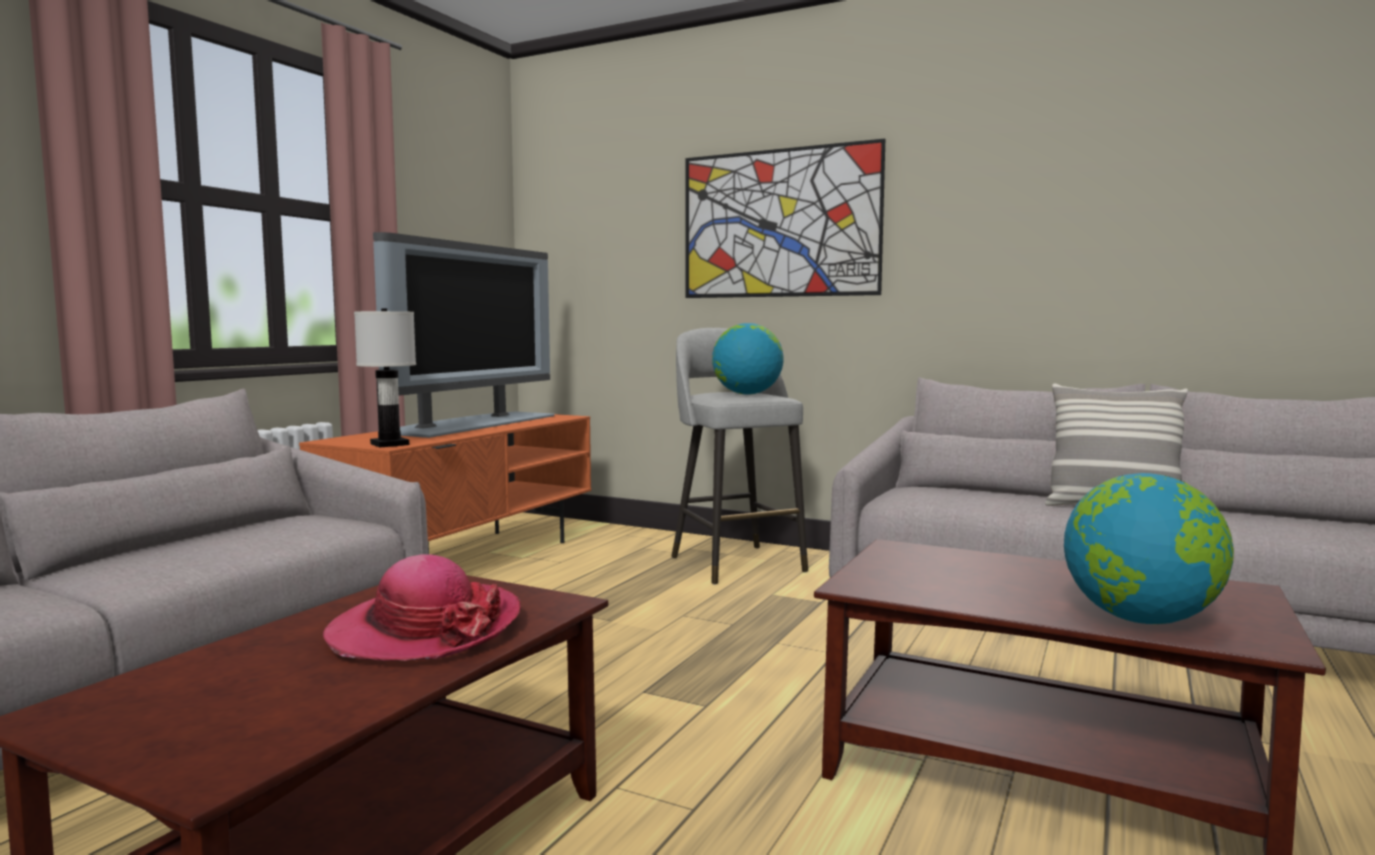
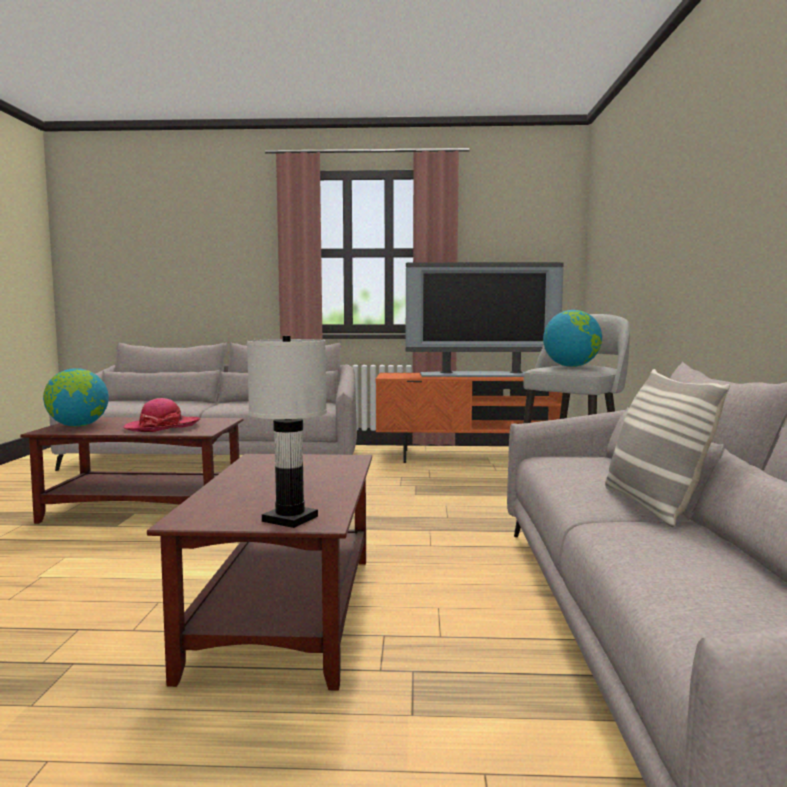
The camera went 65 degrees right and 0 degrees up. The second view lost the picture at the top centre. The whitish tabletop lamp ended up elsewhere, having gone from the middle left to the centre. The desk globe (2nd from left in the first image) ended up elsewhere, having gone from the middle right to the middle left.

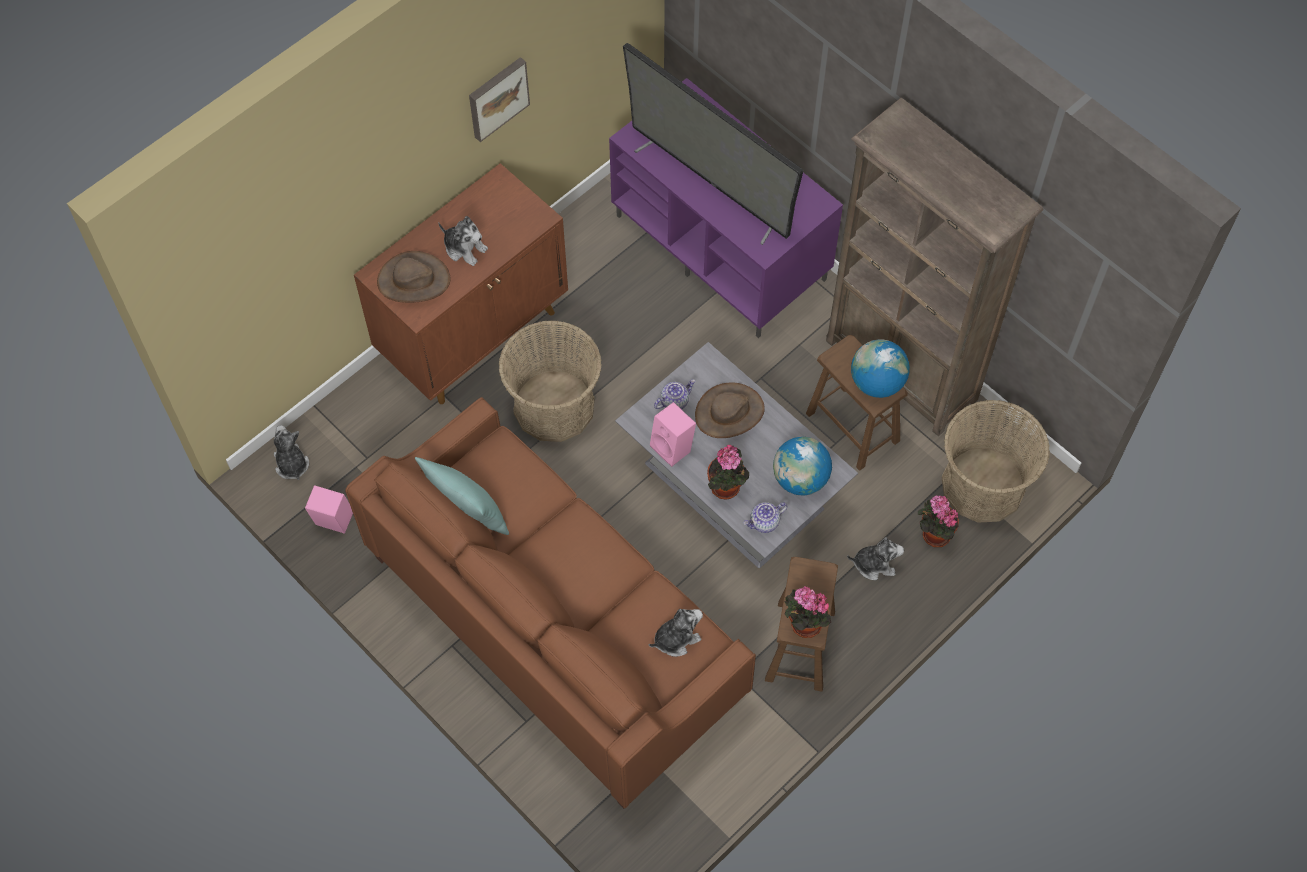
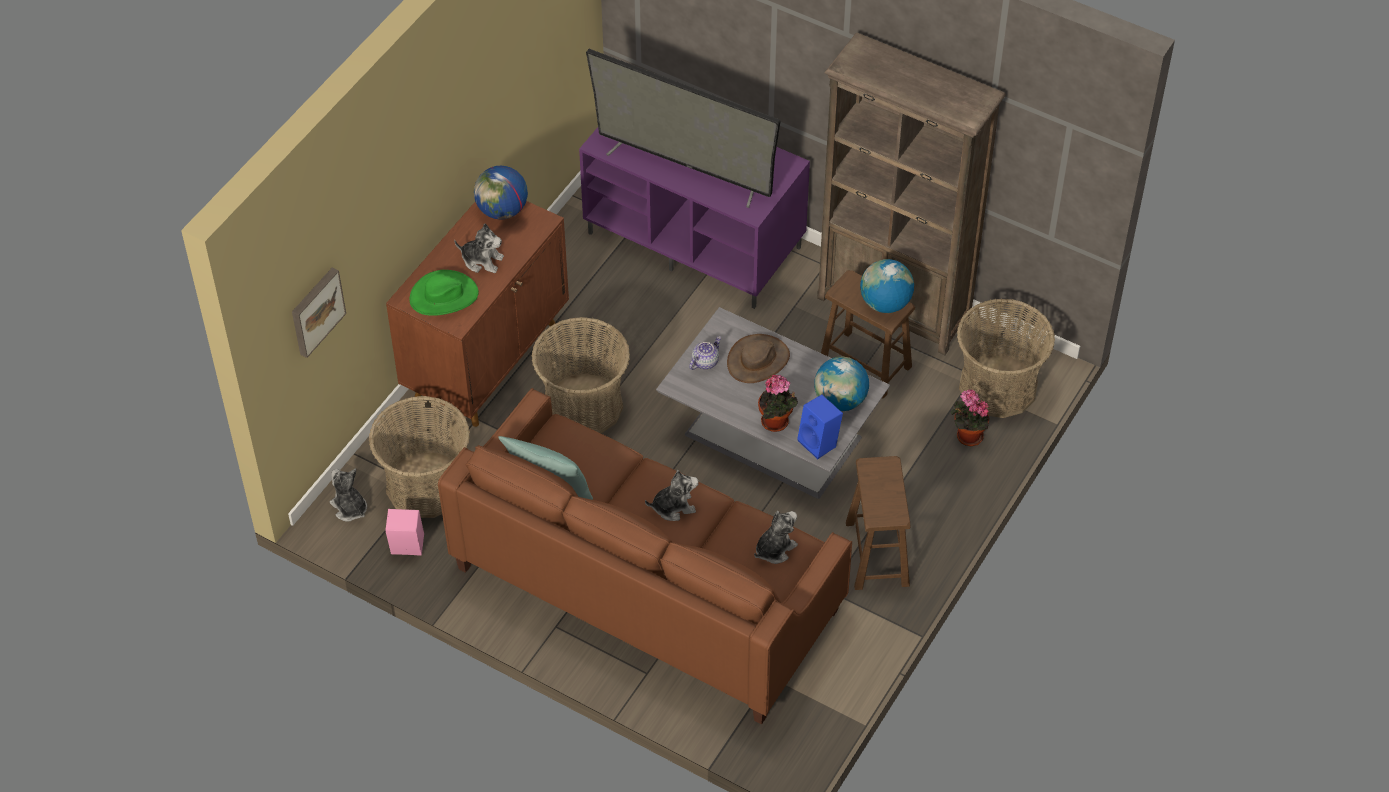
The camera went 15 degrees left and 10 degrees down. The picture ended up elsewhere, having gone from the top centre to the middle left. What was the brown-coloured hat (1st from left) at the top left turned into the green-coloured hat at the middle left. The second view lost the pink-coloured speaker (2nd from left) at the centre. Where the tea pot (2nd from left) stood at the centre, the bluish speaker came to stand at the centre. The soft toy (4th from left in the first image) ended up elsewhere, having gone from the middle right to the centre. The second view lost the houseplant (2nd from left) at the bottom centre. The second view gained the desk globe (1st from left) at the top centre. The second view gained the storage basket (1st from left) at the middle left.

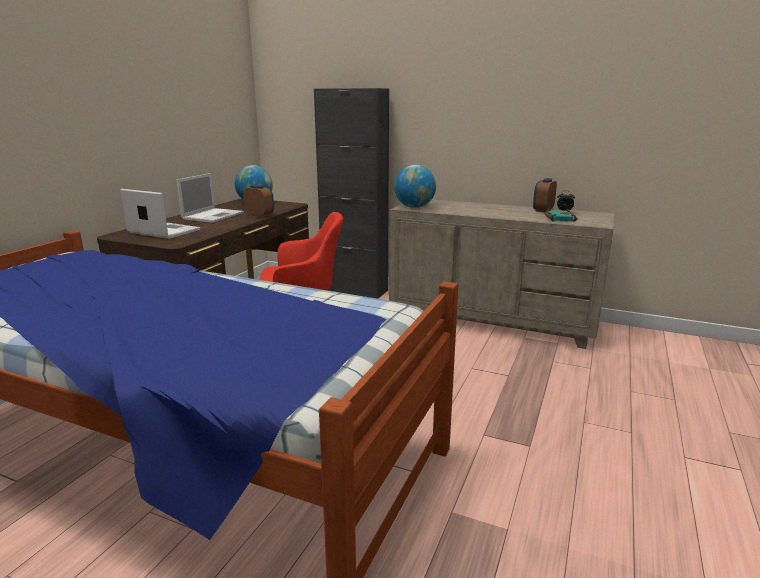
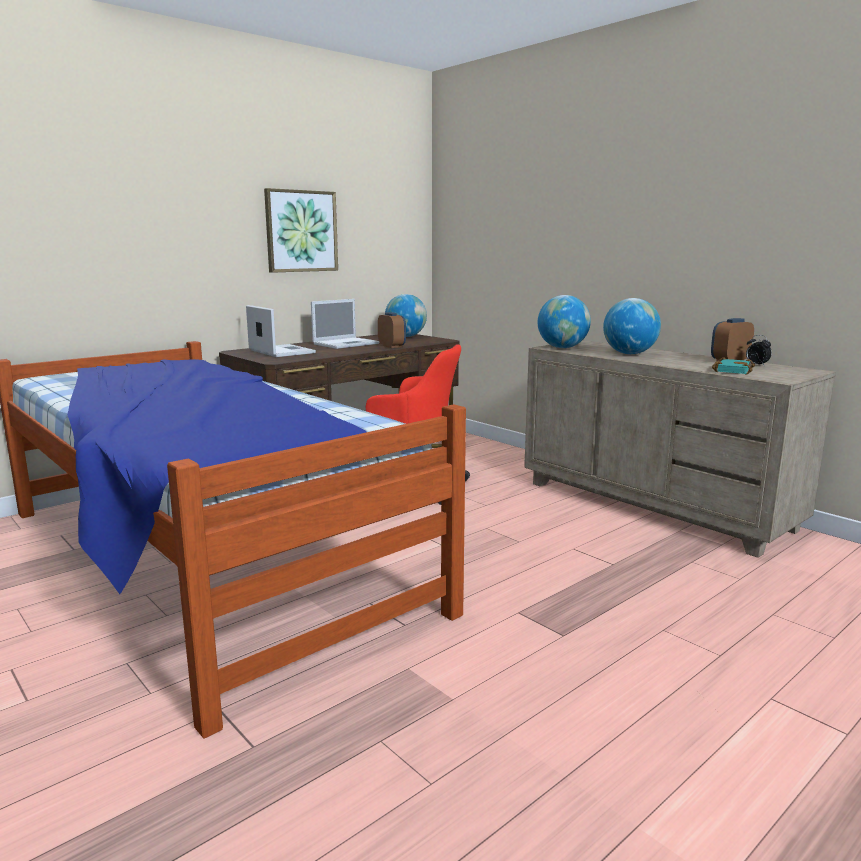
The camera went 25 degrees right and 5 degrees down. The second view lost the blackish cupboard at the centre. The second view gained the picture at the top centre. The second view gained the desk globe (3rd from left) at the middle right.

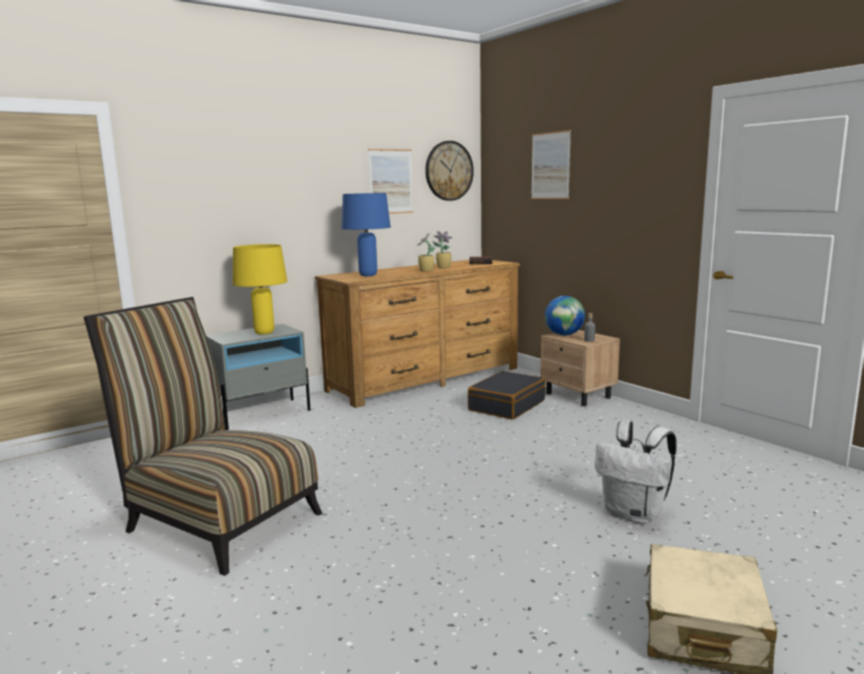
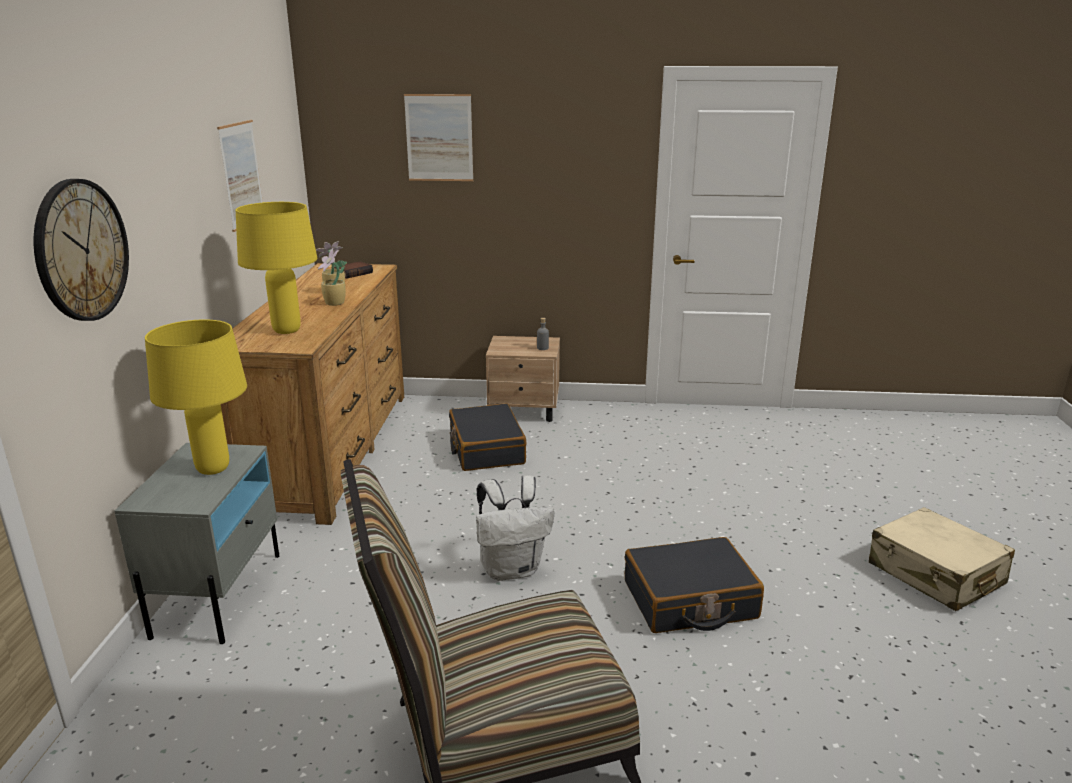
The camera went 50 degrees left and 10 degrees up. The wall clock ended up elsewhere, having gone from the top centre to the top left. What was the bluish tabletop lamp at the centre turned into the yellow-coloured tabletop lamp (2nd from left) at the middle left. The second view lost the desk globe at the centre. The whitish knapsack ended up elsewhere, having gone from the bottom right to the bottom centre. The second view gained the blackish piece of luggage (2nd from left) at the bottom centre.

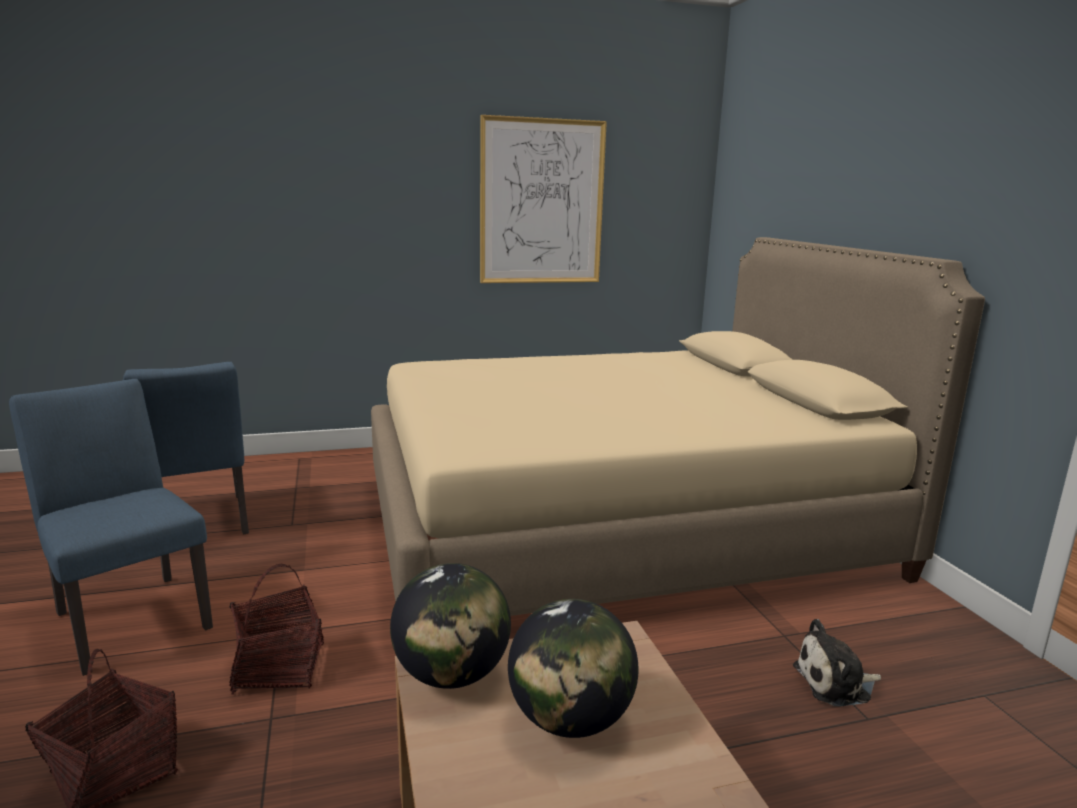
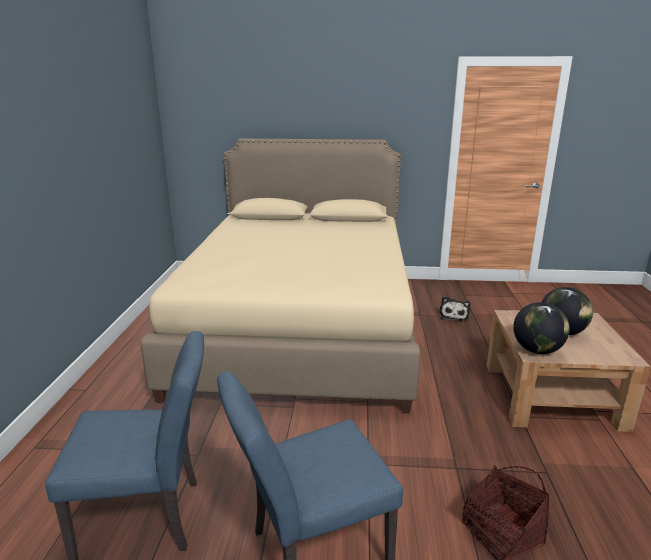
The camera went 70 degrees left and 5 degrees up. The second view lost the picture at the top centre. The second view lost the storage basket (2nd from left) at the bottom left.

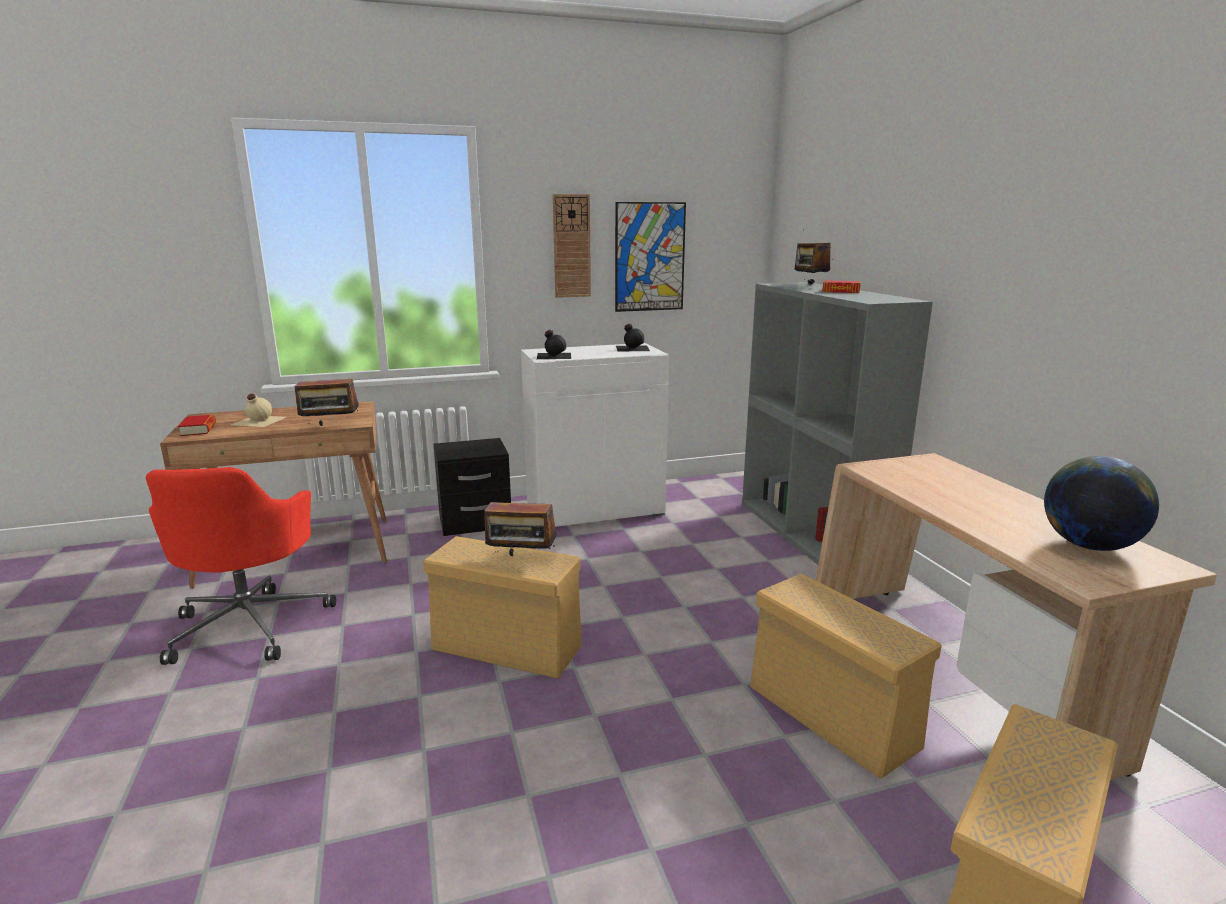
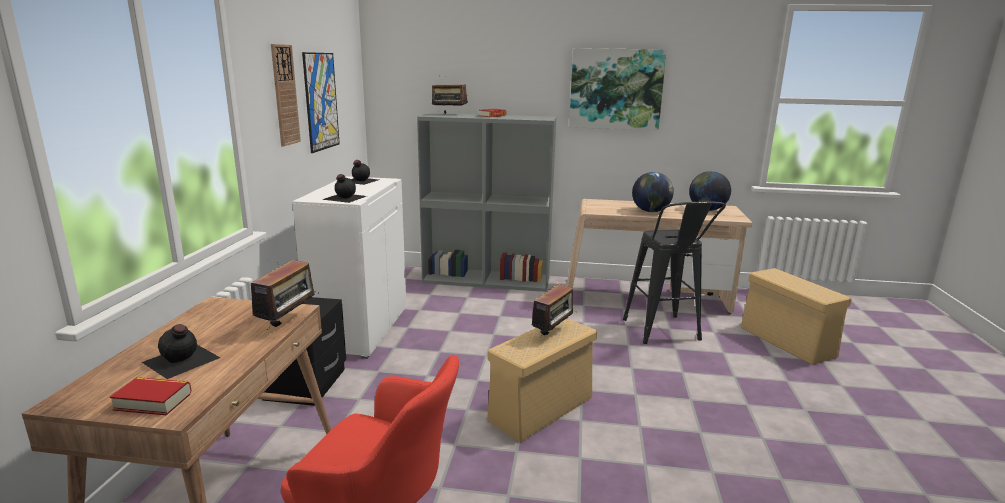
The camera went 65 degrees left and 0 degrees up. What was the sand-coloured bottle at the middle left turned into the blackish bottle (1st from left) at the bottom left. Where the sand-coloured storage container (2nd from left) stood at the bottom right, the blackish sitting stool came to stand at the middle right. The second view gained the picture (2nd from left) at the top centre. The second view gained the desk globe (1st from left) at the centre.

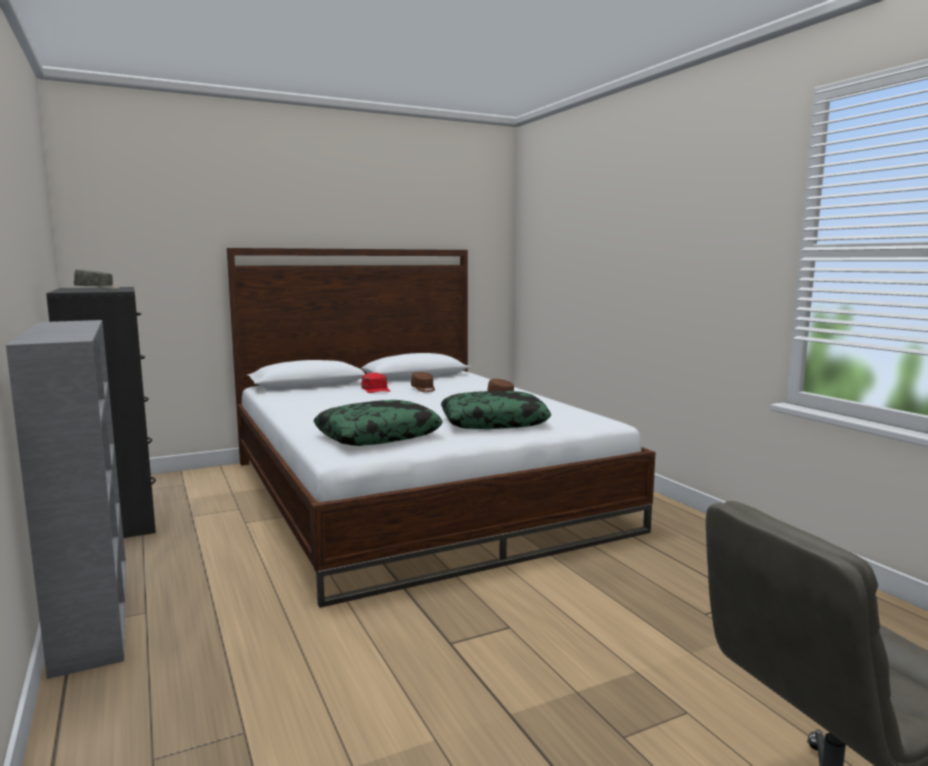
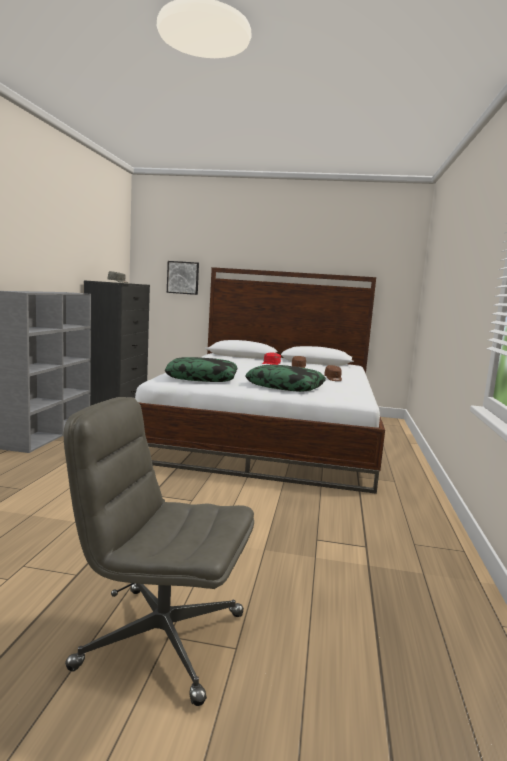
The camera went 35 degrees right and 0 degrees up. The second view gained the picture at the centre.

